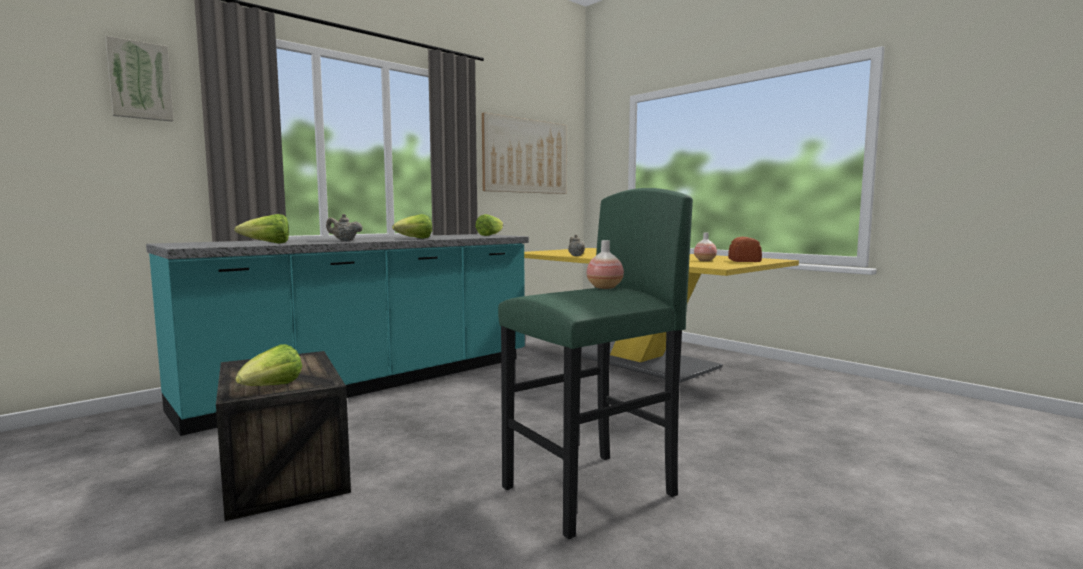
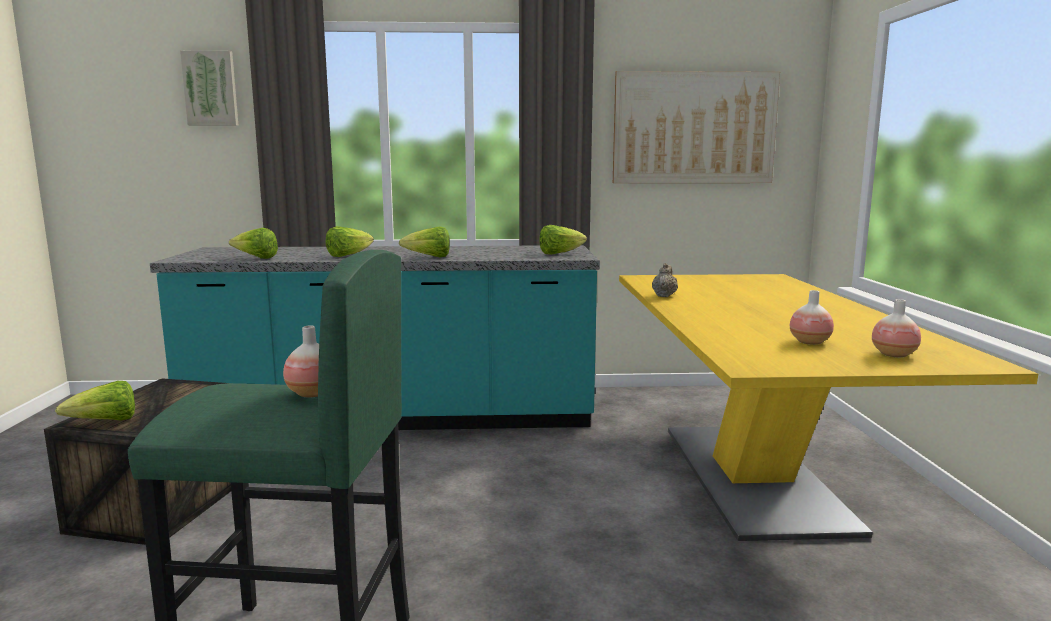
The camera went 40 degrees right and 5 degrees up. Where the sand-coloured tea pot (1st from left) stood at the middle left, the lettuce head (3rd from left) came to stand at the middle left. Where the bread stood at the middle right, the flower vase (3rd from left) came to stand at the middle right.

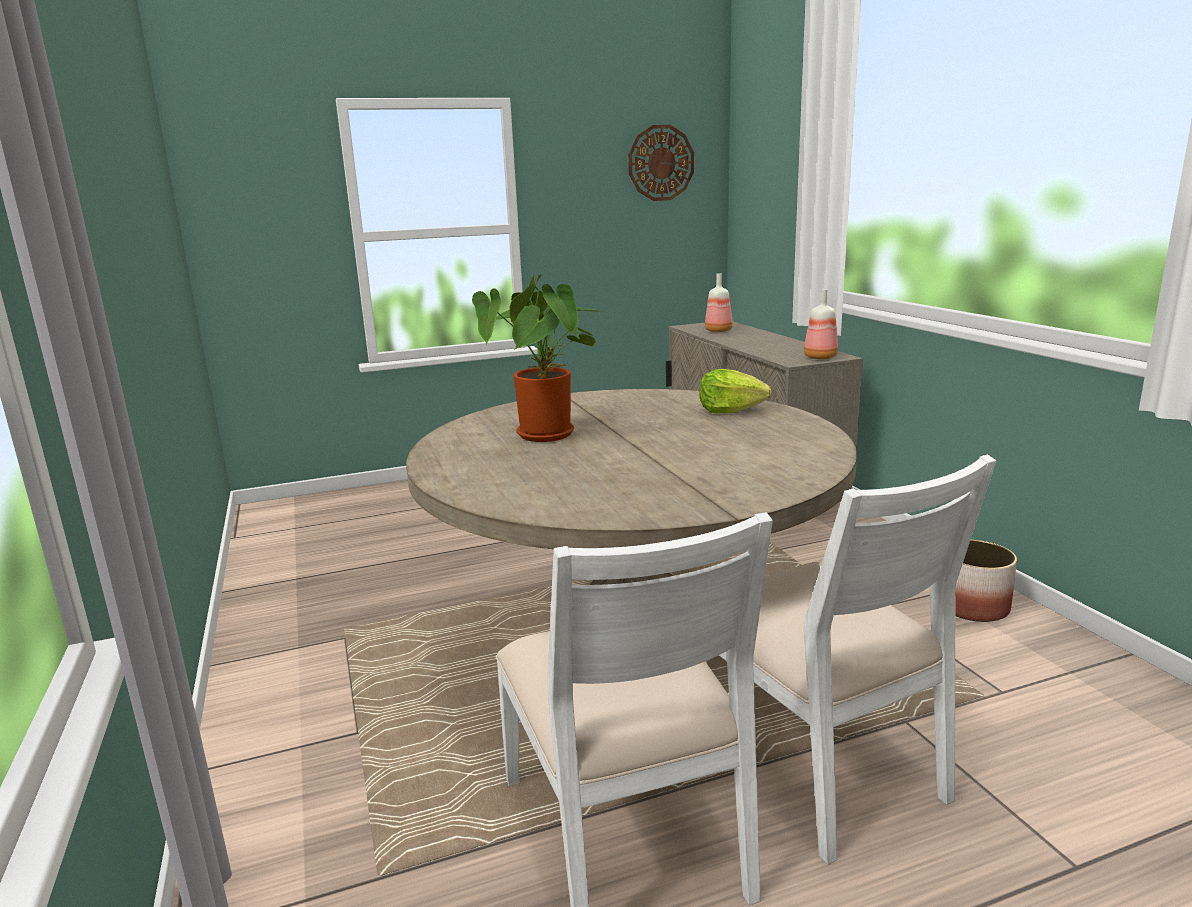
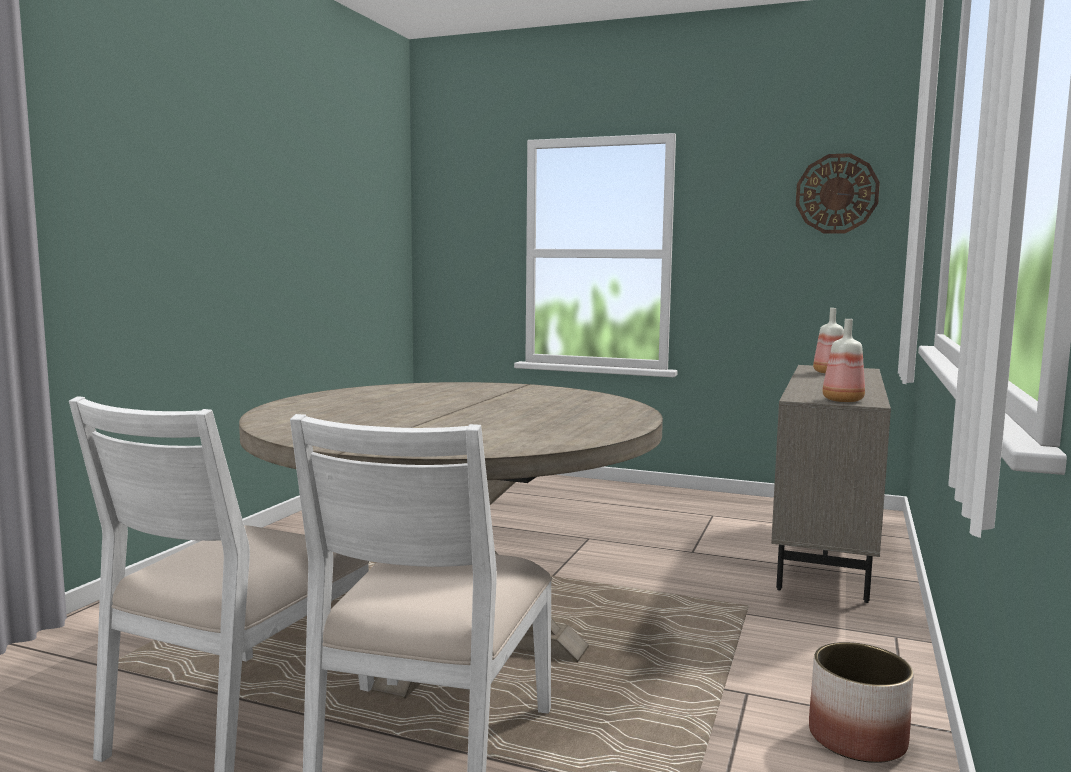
The camera went 40 degrees right and 10 degrees down. The second view lost the houseplant at the centre. The second view lost the lettuce head at the centre.

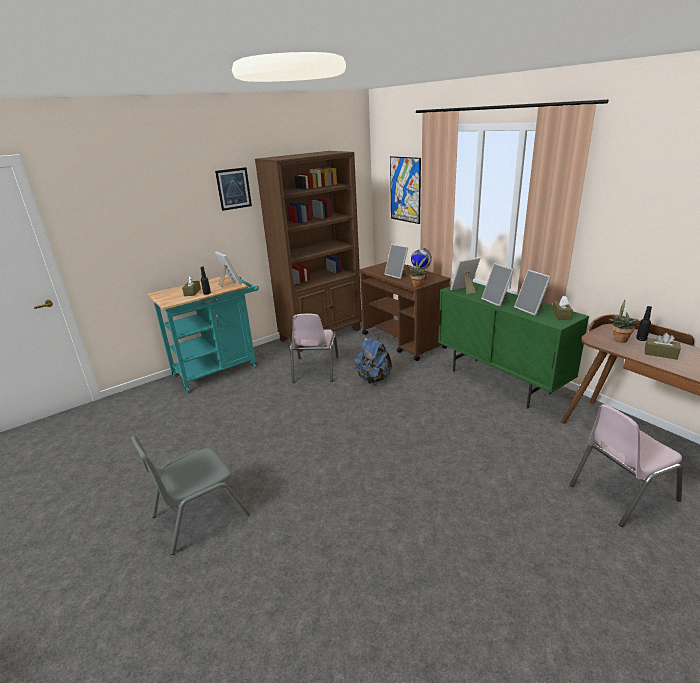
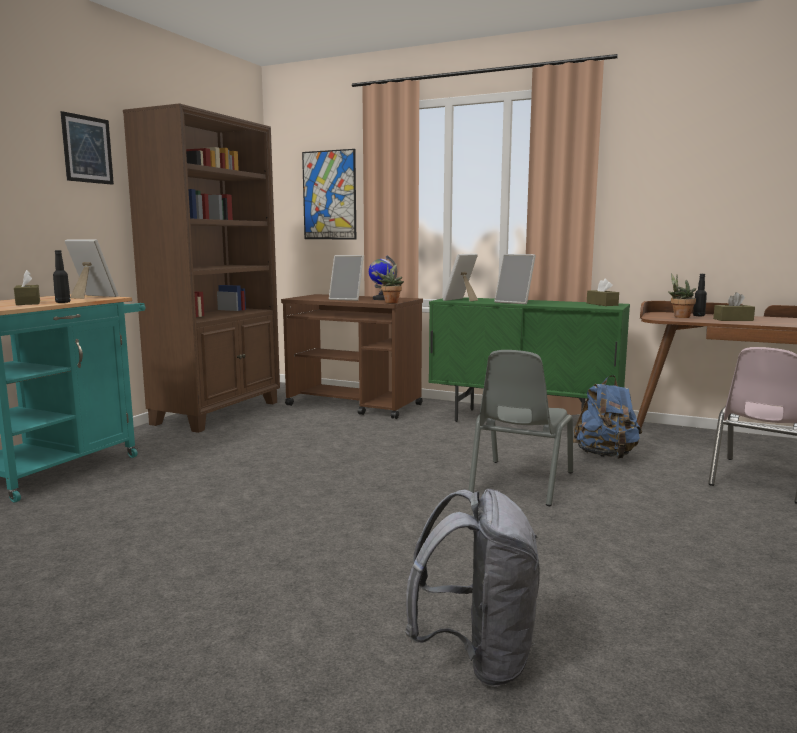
The camera went 30 degrees left and 15 degrees down. The second view lost the picture frame (5th from left) at the middle right. The second view lost the pink-coloured chair (1st from left) at the centre. The bluish knapsack ended up elsewhere, having gone from the centre to the middle right. The gray chair ended up elsewhere, having gone from the bottom left to the centre. The second view gained the gray knapsack at the bottom centre.

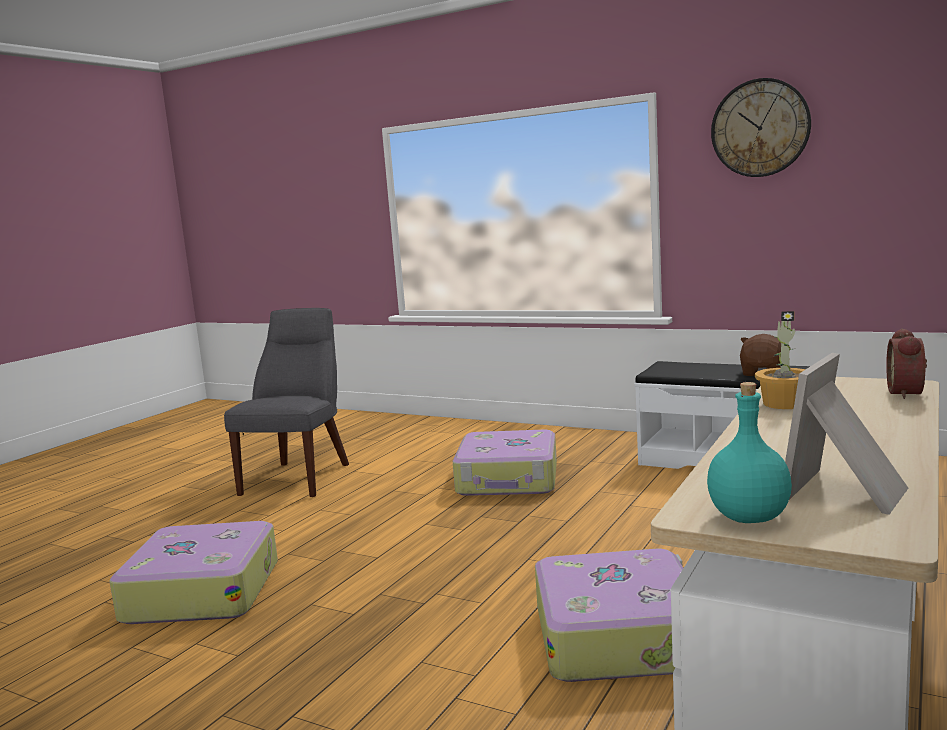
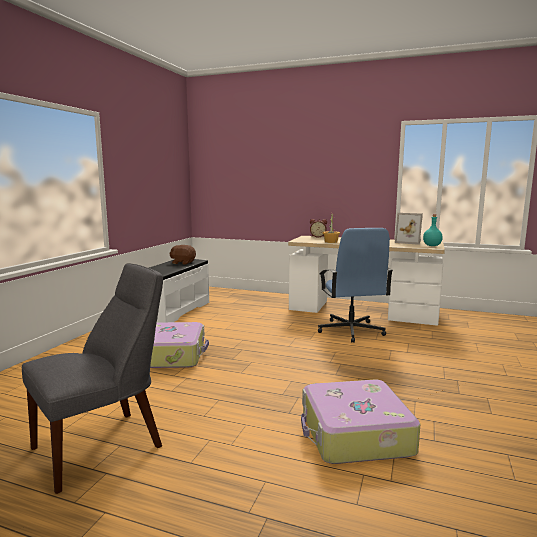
The camera went 100 degrees left and 0 degrees up. The second view lost the wall clock at the top right. The gray chair at the middle left ended up facing another way, 135 degrees clockwise from before. Where the piece of luggage (3rd from left) stood at the bottom centre, the bluish office chair came to stand at the centre.

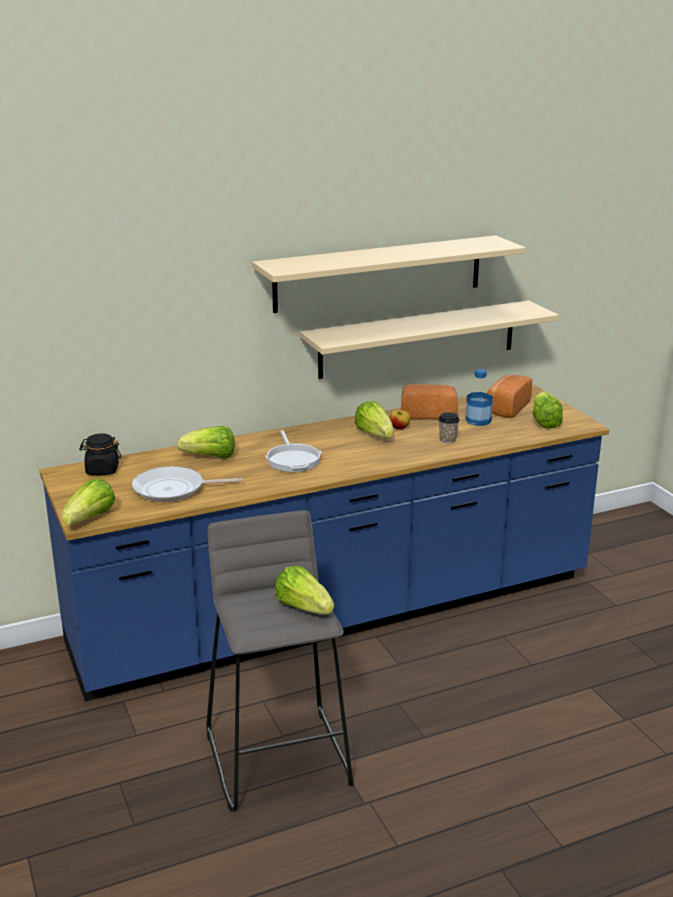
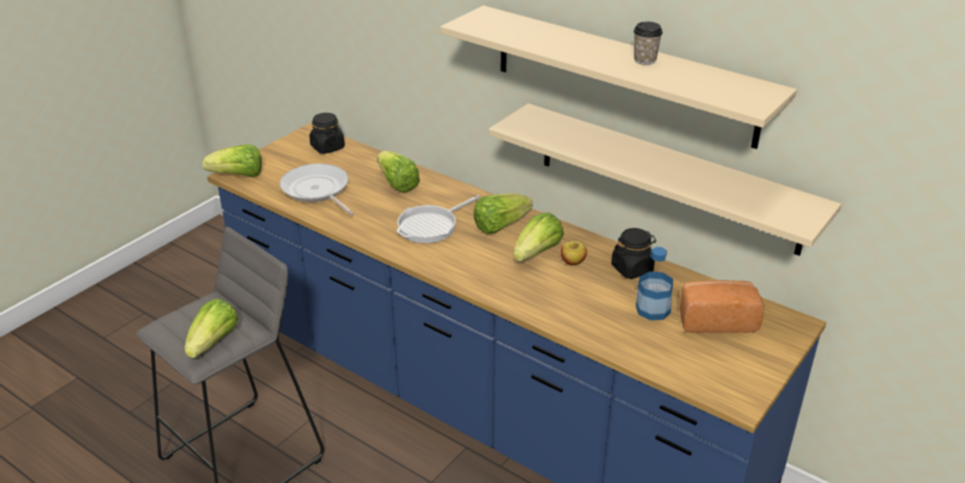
The camera went 60 degrees right and 10 degrees up. Where the bread (1st from left) stood at the centre, the blackish preserve jar (2nd from left) came to stand at the centre. The lettuce head (5th from left in the first image) ended up elsewhere, having gone from the middle right to the centre. The small cup ended up elsewhere, having gone from the centre to the top right.

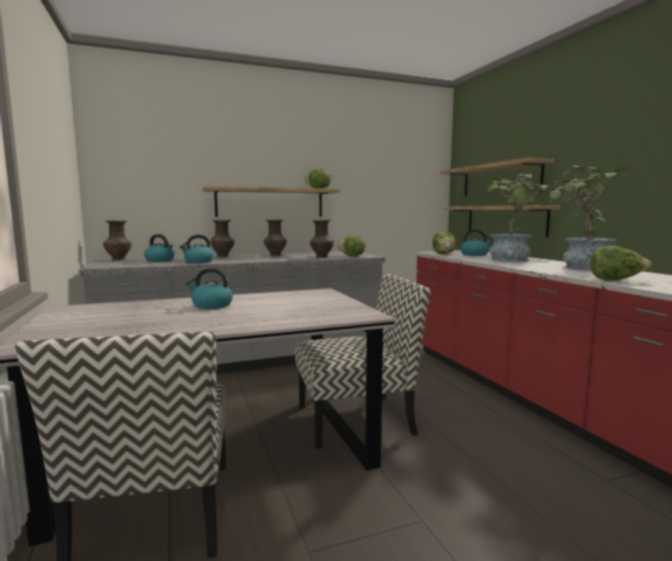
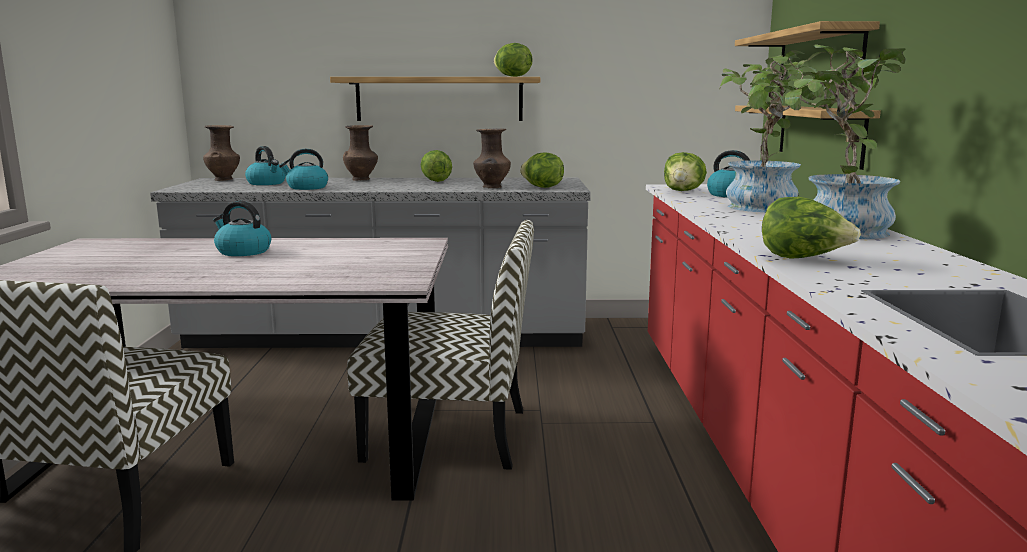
The camera went 20 degrees right and 5 degrees up. Where the brown-coloured flower vase (3rd from left) stood at the centre, the lettuce head (1st from left) came to stand at the top centre.

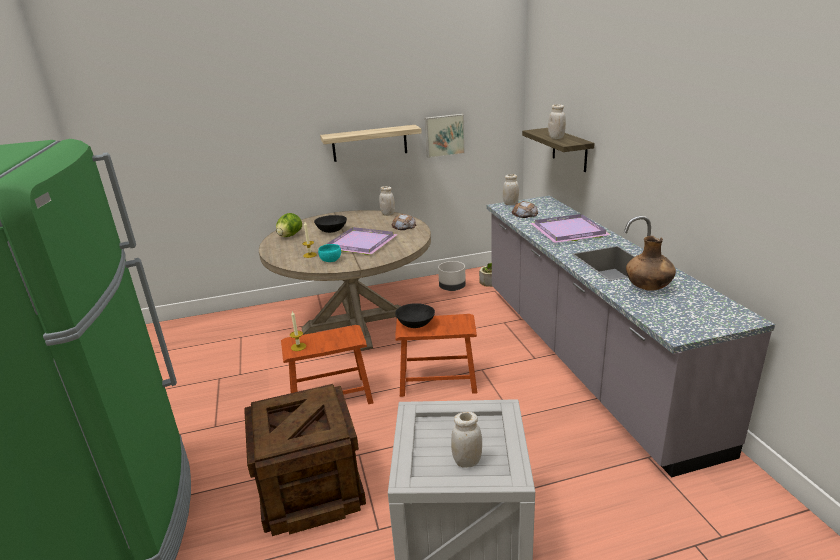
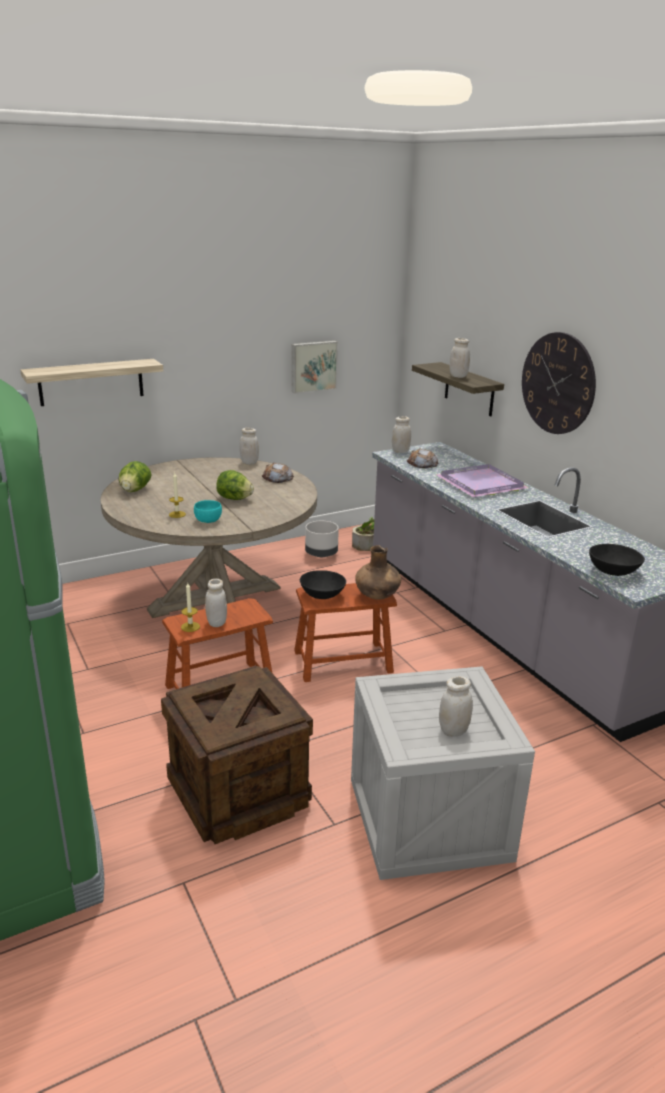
The camera went 15 degrees left and 0 degrees up. The wall shelf (1st from left) ended up elsewhere, having gone from the top centre to the middle left. The blackish bowl (1st from left in the first image) ended up elsewhere, having gone from the centre to the middle right. Where the purple-coloured carrying tray (1st from left) stood at the centre, the lettuce head (2nd from left) came to stand at the centre. The brown-coloured flower vase ended up elsewhere, having gone from the middle right to the centre. The second view gained the wall clock at the middle right. The second view gained the whitish preserve jar (1st from left) at the middle left.

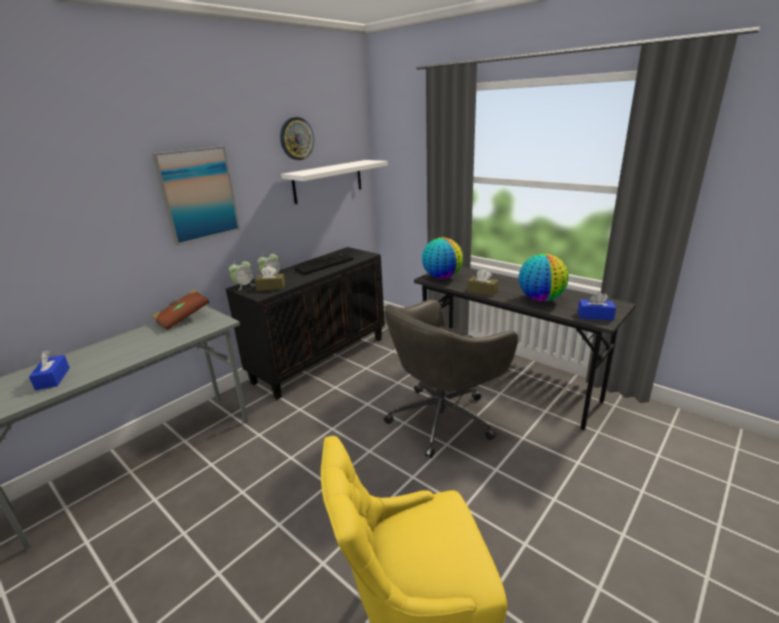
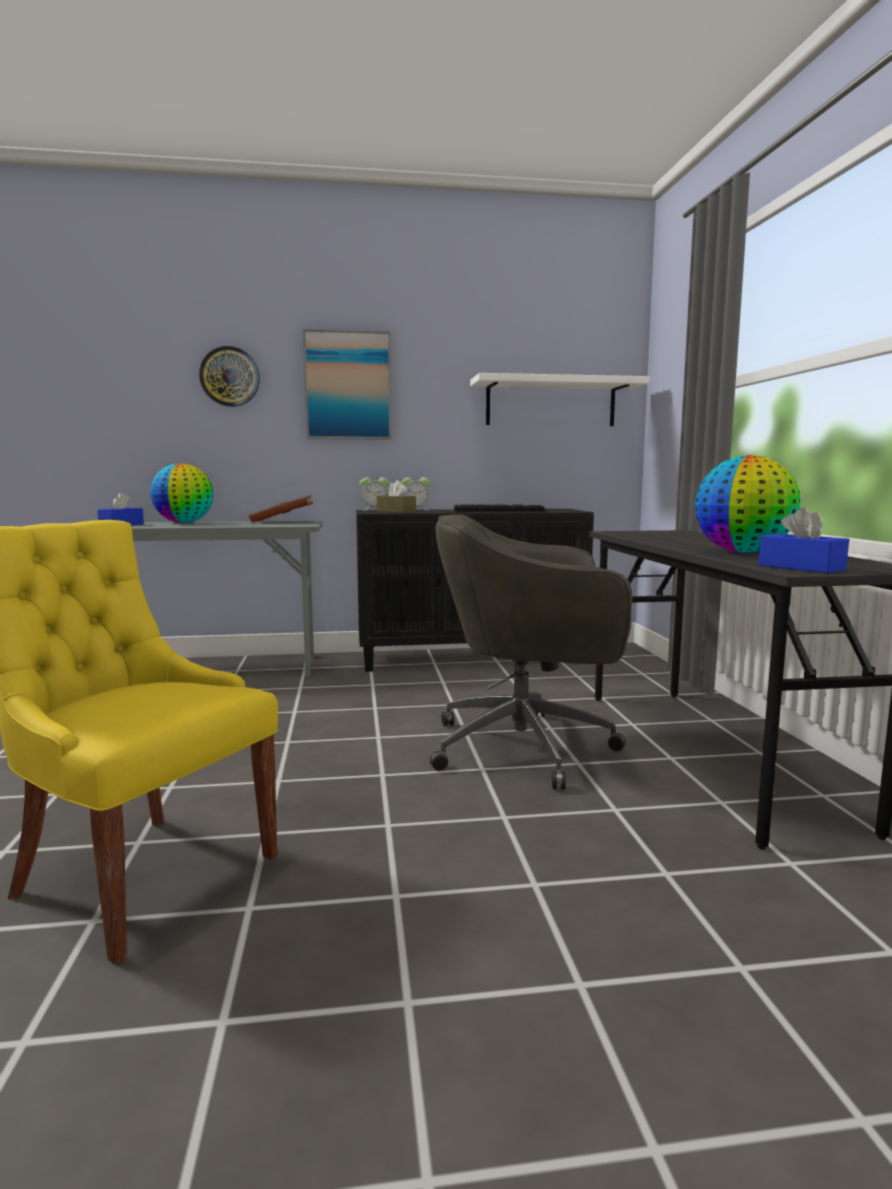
The camera went 40 degrees right and 15 degrees down. The wall clock ended up elsewhere, having gone from the top centre to the top left. The desk globe (1st from left) ended up elsewhere, having gone from the centre to the middle left. The second view lost the brown-coloured tissue holder (2nd from left) at the centre.

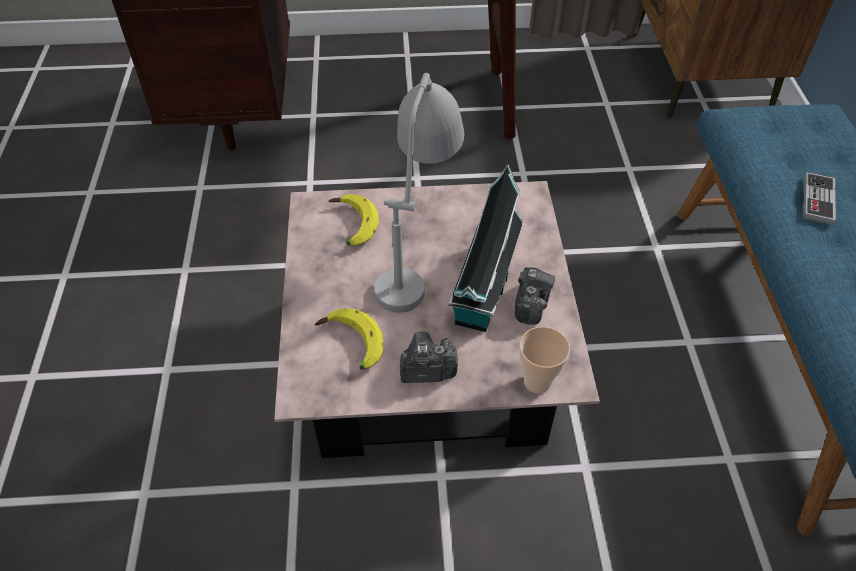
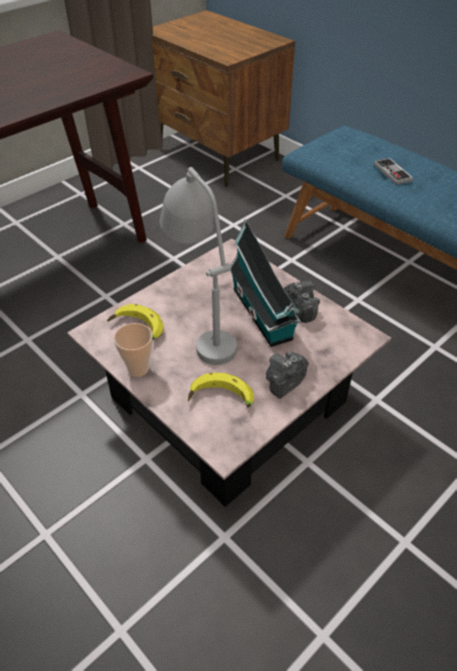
The camera went 40 degrees left and 5 degrees down. The small cup ended up elsewhere, having gone from the centre to the middle left.

